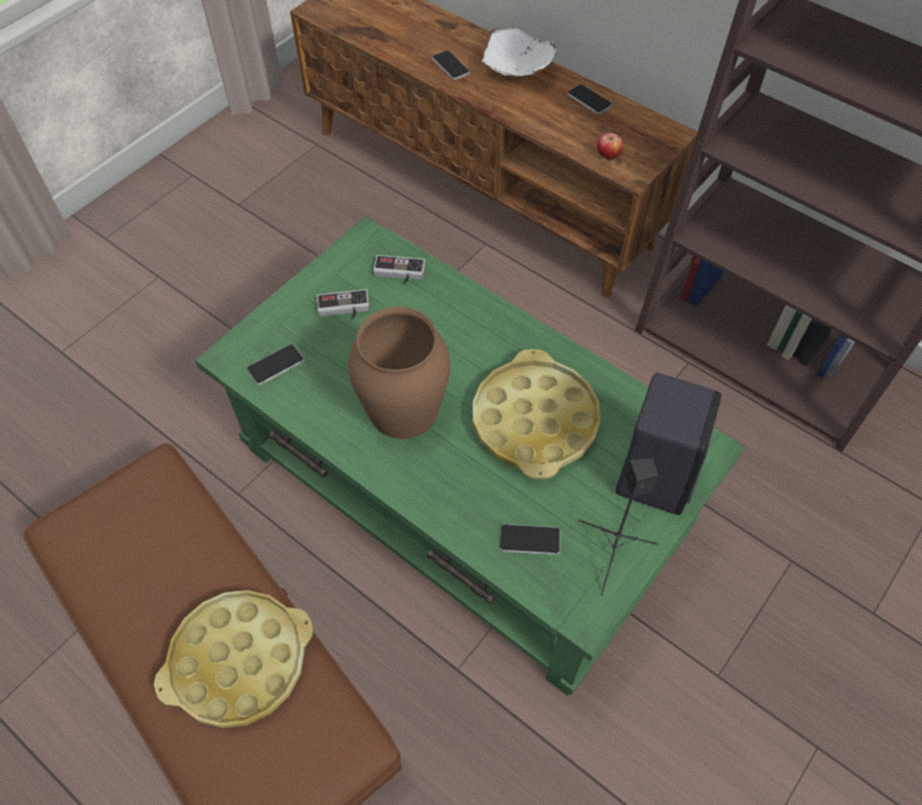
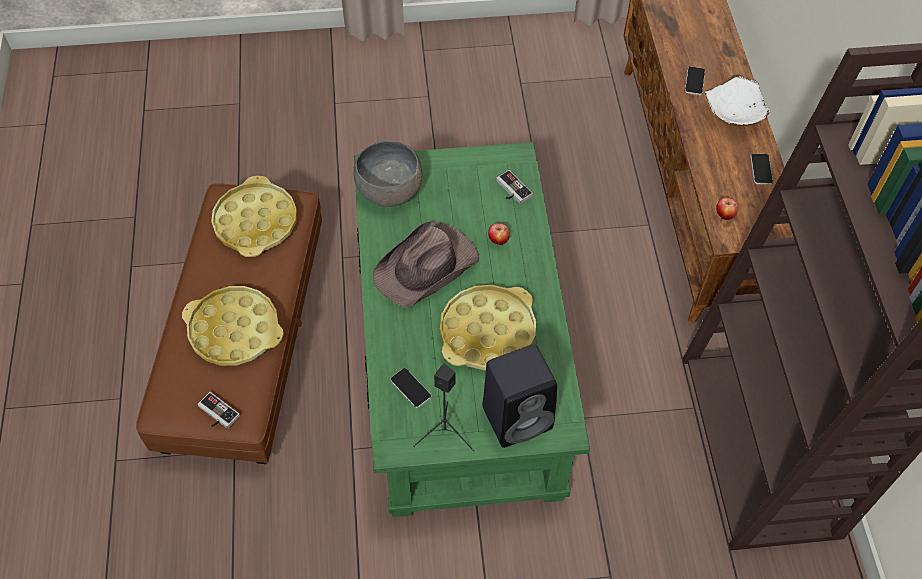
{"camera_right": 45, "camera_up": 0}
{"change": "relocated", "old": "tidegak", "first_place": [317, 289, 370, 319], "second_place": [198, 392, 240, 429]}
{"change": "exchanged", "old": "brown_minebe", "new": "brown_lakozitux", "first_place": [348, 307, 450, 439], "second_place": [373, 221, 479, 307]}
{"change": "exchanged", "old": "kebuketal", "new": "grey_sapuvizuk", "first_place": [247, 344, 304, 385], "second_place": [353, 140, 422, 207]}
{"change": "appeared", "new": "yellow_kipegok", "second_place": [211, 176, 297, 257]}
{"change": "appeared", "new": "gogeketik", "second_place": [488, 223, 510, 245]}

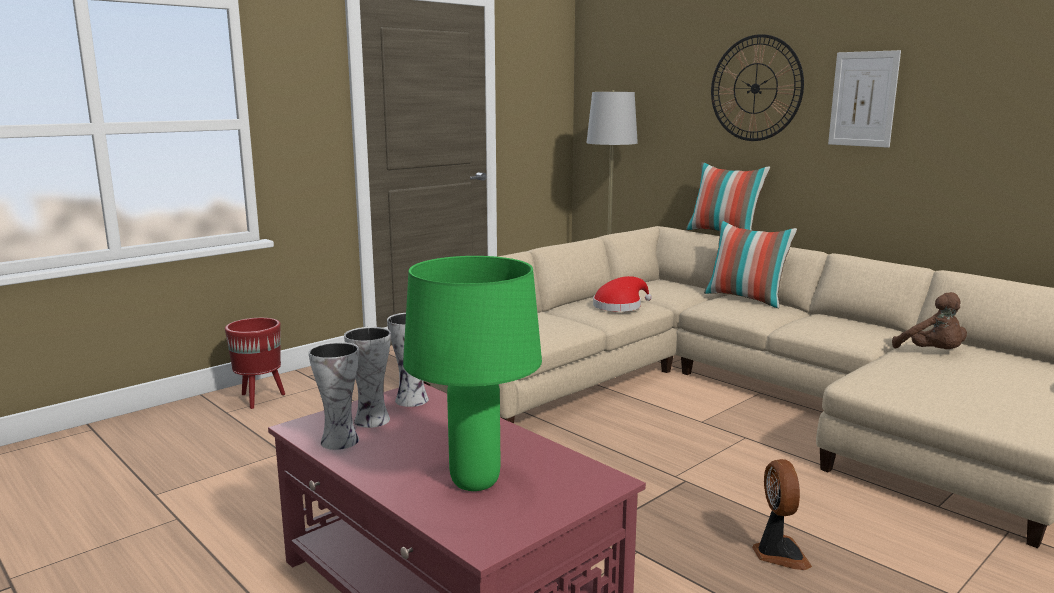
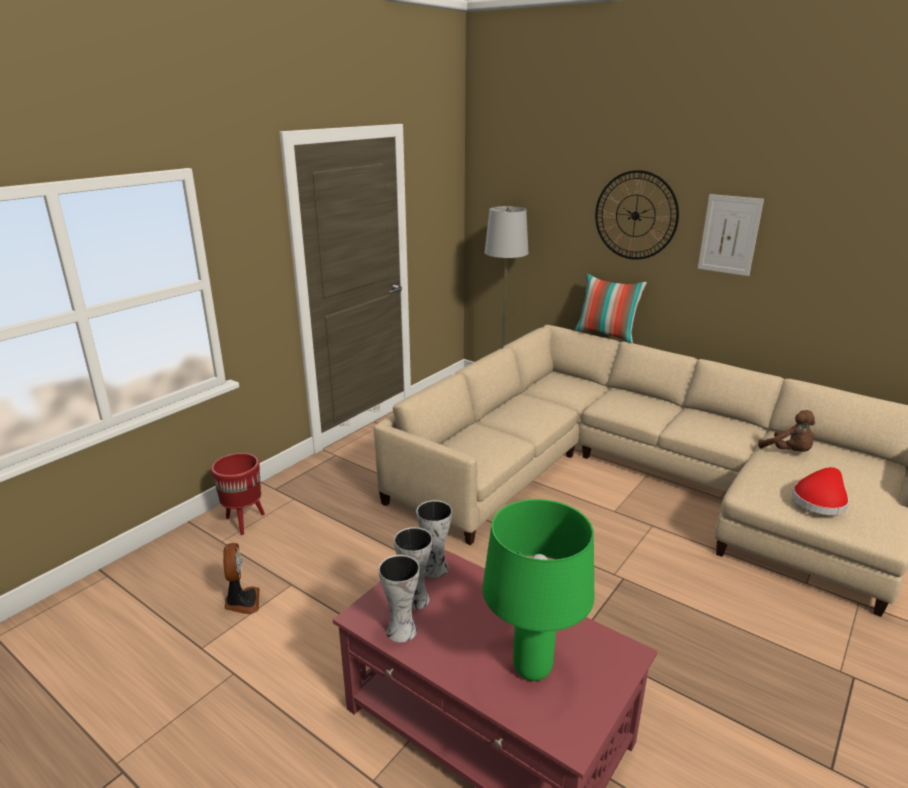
{"camera_right": -10, "camera_up": 10}
{"change": "missing", "old": "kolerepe", "first_place": [704, 220, 797, 308]}
{"change": "relocated", "old": "red_lakozitux", "first_place": [593, 276, 652, 312], "second_place": [792, 467, 849, 515]}
{"change": "relocated", "old": "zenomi", "first_place": [752, 459, 812, 570], "second_place": [223, 543, 259, 614]}

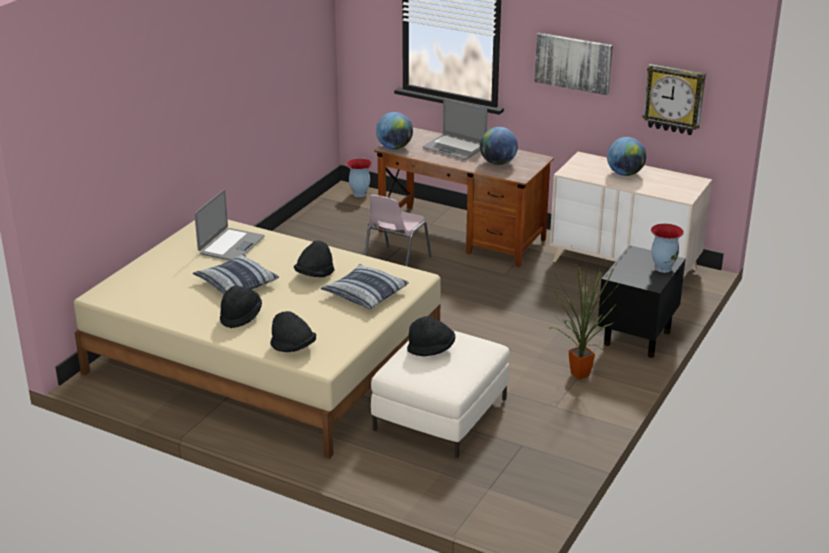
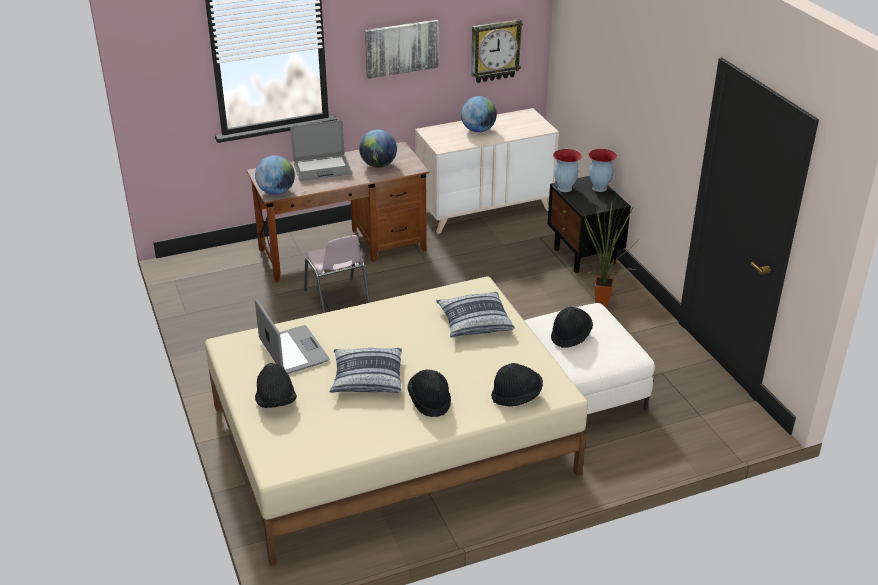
{"camera_right": -50, "camera_up": 5}
{"change": "relocated", "old": "minebe", "first_place": [346, 158, 372, 197], "second_place": [553, 149, 582, 192]}
{"change": "relocated", "old": "black_lakozitux", "first_place": [294, 240, 334, 277], "second_place": [255, 363, 297, 408]}

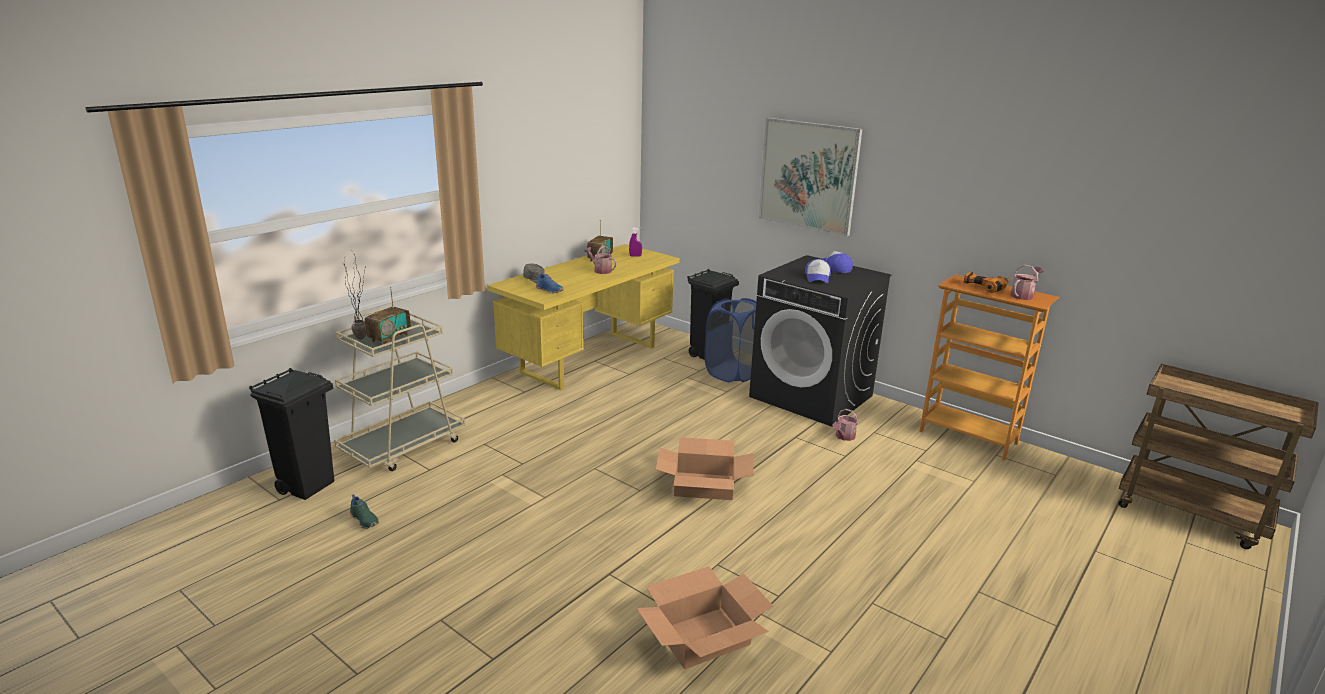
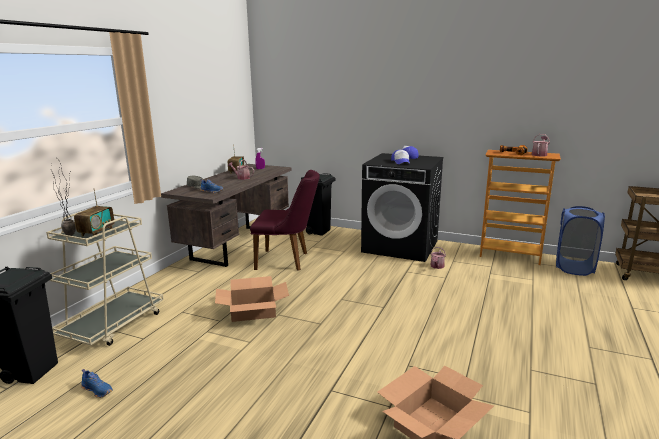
{"camera_right": -15, "camera_up": -5}
{"change": "missing", "old": "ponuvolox", "first_place": [759, 118, 863, 236]}
{"change": "colour", "old": "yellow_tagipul", "new": "brown_tagipul", "first_place": [487, 244, 680, 390], "second_place": [161, 164, 291, 267]}
{"change": "relocated", "old": "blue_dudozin", "first_place": [704, 298, 756, 382], "second_place": [556, 206, 605, 276]}
{"change": "relocated", "old": "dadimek", "first_place": [656, 437, 754, 500], "second_place": [215, 276, 289, 322]}
{"change": "colour", "old": "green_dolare", "new": "blue_dolare", "first_place": [350, 494, 379, 529], "second_place": [81, 369, 113, 398]}
{"change": "appeared", "new": "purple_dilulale", "second_place": [250, 170, 320, 271]}

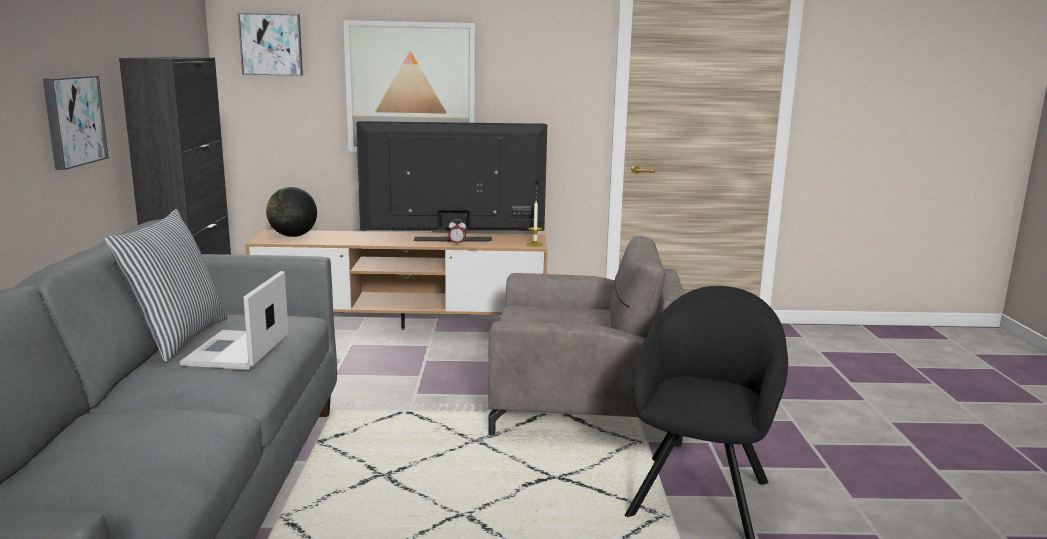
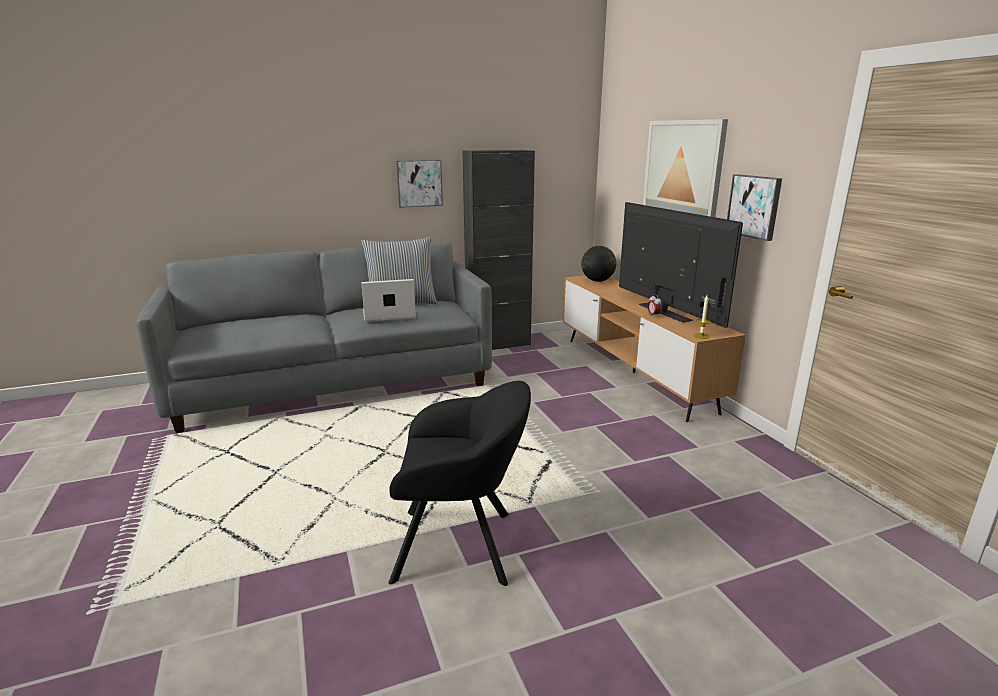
{"camera_right": 70, "camera_up": 5}
{"change": "relocated", "old": "ponuvolox", "first_place": [238, 13, 303, 76], "second_place": [727, 174, 782, 241]}
{"change": "missing", "old": "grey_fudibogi", "first_place": [488, 236, 685, 447]}

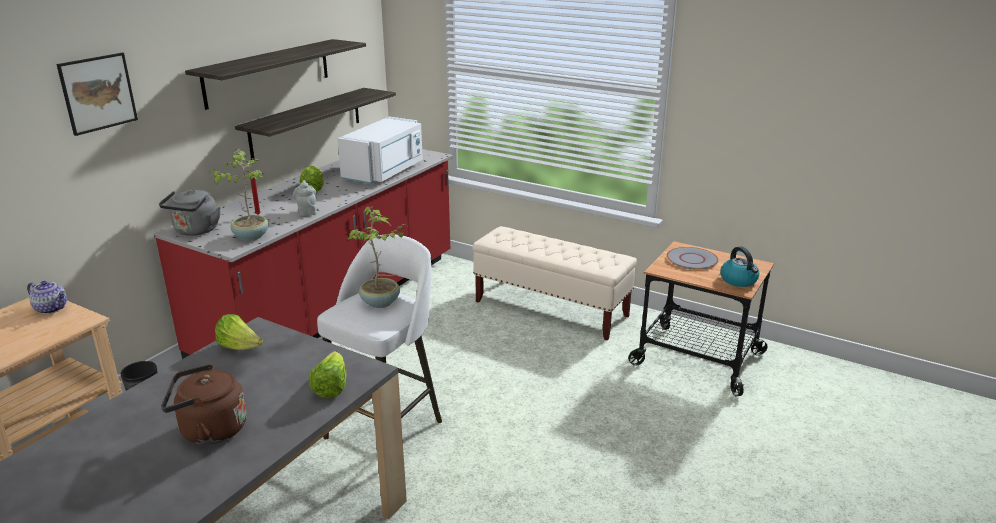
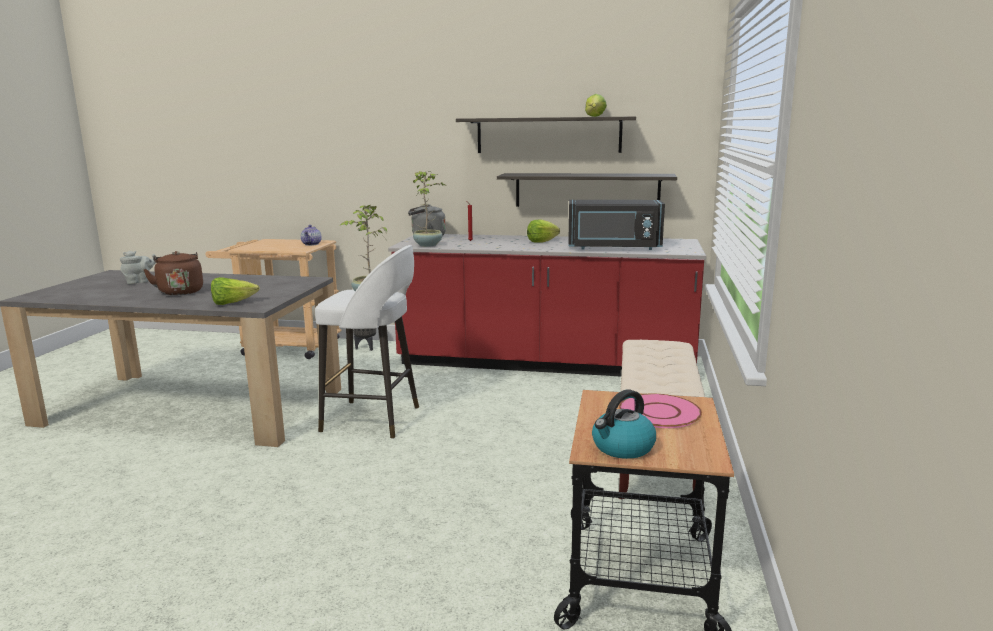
{"camera_right": 70, "camera_up": -10}
{"change": "missing", "old": "ponuvolox", "first_place": [56, 53, 138, 136]}
{"change": "colour", "old": "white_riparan", "new": "black_riparan", "first_place": [337, 117, 423, 184], "second_place": [568, 200, 665, 250]}
{"change": "relocated", "old": "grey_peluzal", "first_place": [293, 180, 317, 216], "second_place": [120, 251, 156, 284]}
{"change": "colour", "old": "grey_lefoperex", "new": "pink_lefoperex", "first_place": [667, 247, 719, 270], "second_place": [619, 394, 702, 428]}
{"change": "relocated", "old": "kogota", "first_place": [215, 314, 263, 350], "second_place": [585, 94, 607, 117]}

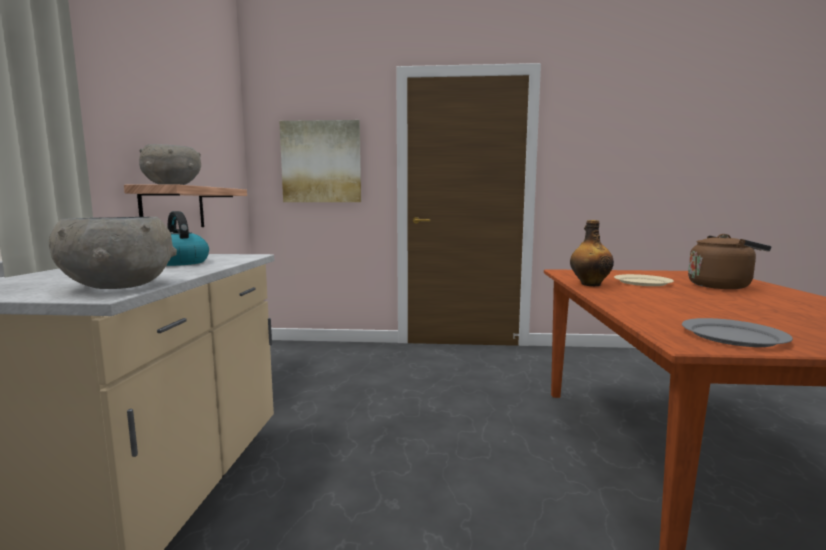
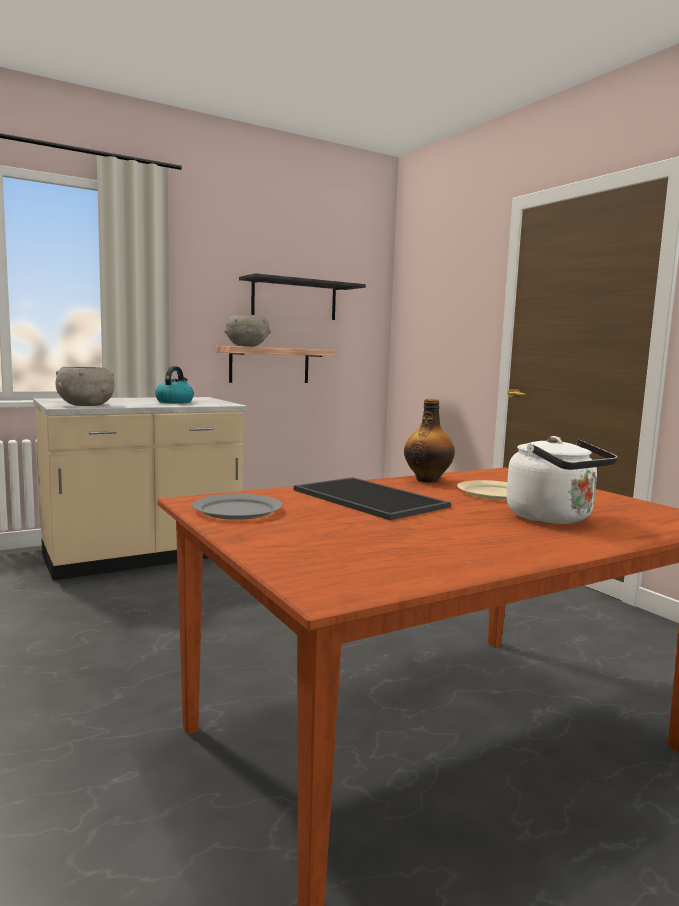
{"camera_right": 55, "camera_up": 0}
{"change": "missing", "old": "ponuvolox", "first_place": [279, 120, 361, 202]}
{"change": "colour", "old": "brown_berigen", "new": "white_berigen", "first_place": [688, 234, 772, 289], "second_place": [506, 436, 617, 524]}
{"change": "appeared", "new": "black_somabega", "second_place": [239, 273, 366, 320]}
{"change": "appeared", "new": "kipegok", "second_place": [294, 477, 451, 520]}

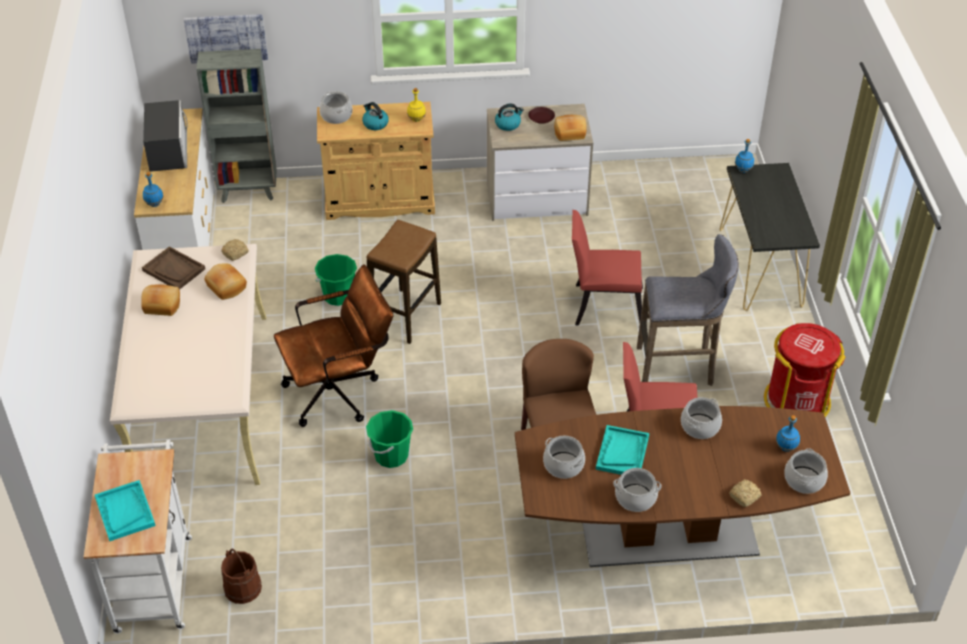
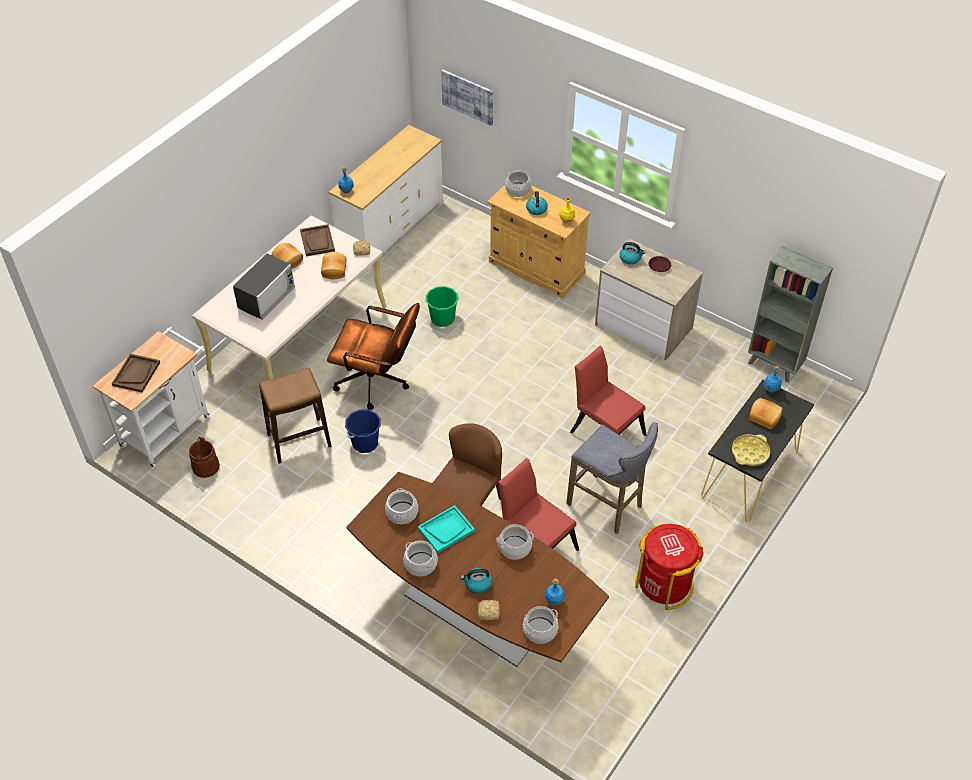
{"camera_right": 40, "camera_up": 5}
{"change": "relocated", "old": "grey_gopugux", "first_place": [196, 49, 277, 203], "second_place": [748, 246, 833, 383]}
{"change": "relocated", "old": "riparan", "first_place": [143, 100, 187, 172], "second_place": [233, 254, 295, 320]}
{"change": "relocated", "old": "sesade", "first_place": [554, 115, 587, 141], "second_place": [749, 398, 783, 429]}
{"change": "relocated", "old": "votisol", "first_place": [367, 220, 441, 344], "second_place": [259, 368, 332, 464]}
{"change": "colour", "old": "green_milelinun", "new": "blue_milelinun", "first_place": [366, 410, 413, 468], "second_place": [345, 409, 381, 453]}
{"change": "colour", "old": "turquoise_kipegok", "new": "brown_kipegok", "first_place": [95, 480, 156, 541], "second_place": [112, 354, 160, 393]}
{"change": "appeared", "new": "yellow_kipegok", "second_place": [732, 434, 770, 466]}
{"change": "appeared", "new": "berigen", "second_place": [461, 568, 492, 594]}

